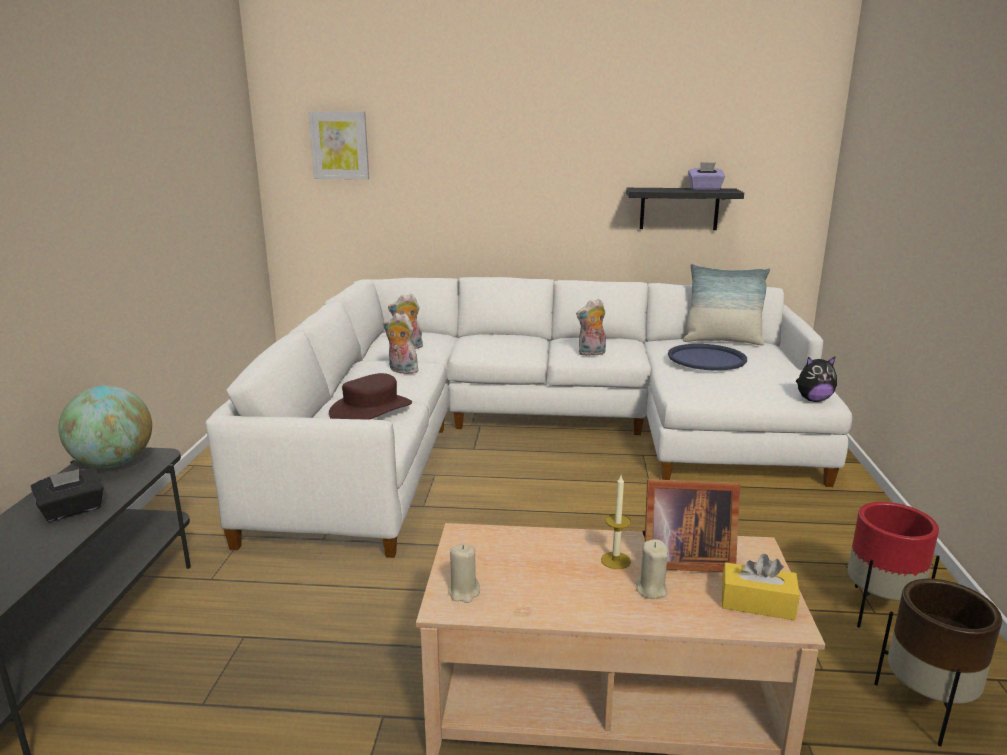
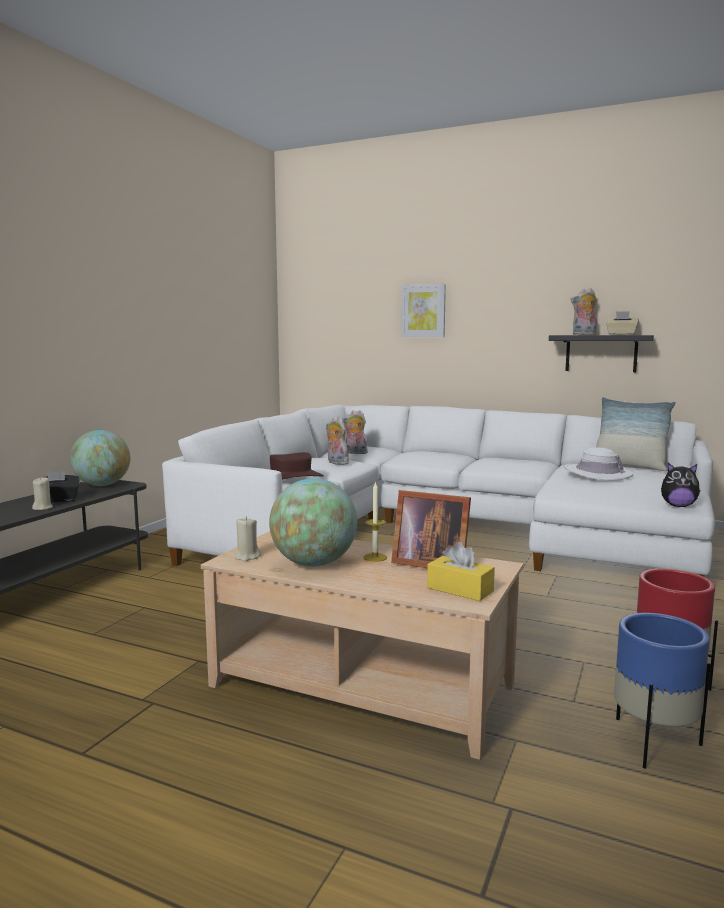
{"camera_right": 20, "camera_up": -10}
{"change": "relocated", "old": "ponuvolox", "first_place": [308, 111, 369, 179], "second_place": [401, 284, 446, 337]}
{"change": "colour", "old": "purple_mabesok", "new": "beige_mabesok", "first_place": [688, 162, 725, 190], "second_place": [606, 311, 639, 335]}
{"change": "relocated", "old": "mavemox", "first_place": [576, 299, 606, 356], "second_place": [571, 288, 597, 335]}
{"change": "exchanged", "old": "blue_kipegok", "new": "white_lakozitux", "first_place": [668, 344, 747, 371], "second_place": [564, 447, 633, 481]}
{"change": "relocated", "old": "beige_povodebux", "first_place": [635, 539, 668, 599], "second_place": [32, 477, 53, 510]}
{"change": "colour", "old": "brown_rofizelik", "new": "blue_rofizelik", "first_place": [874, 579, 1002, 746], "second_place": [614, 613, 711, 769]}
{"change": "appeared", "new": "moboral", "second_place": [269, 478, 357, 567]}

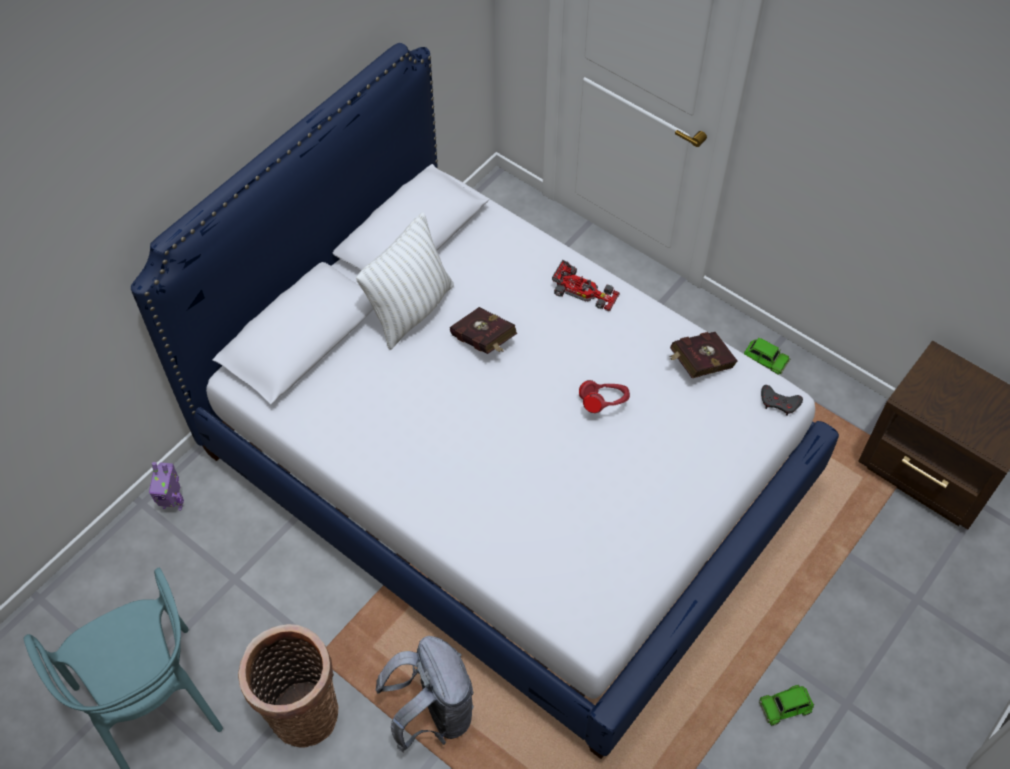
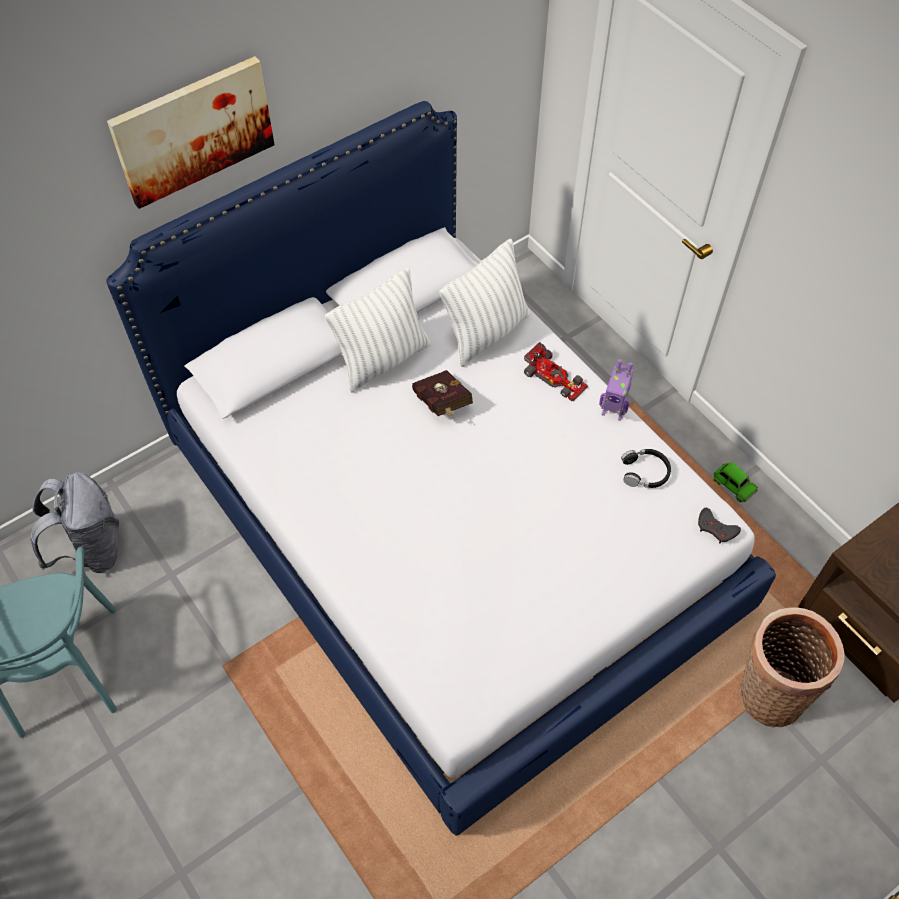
{"camera_right": 15, "camera_up": 0}
{"change": "exchanged", "old": "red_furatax", "new": "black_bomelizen", "first_place": [669, 332, 738, 378], "second_place": [621, 449, 671, 488]}
{"change": "missing", "old": "red_bomelizen", "first_place": [579, 380, 630, 413]}
{"change": "relocated", "old": "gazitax", "first_place": [149, 462, 184, 510], "second_place": [599, 359, 634, 421]}
{"change": "relocated", "old": "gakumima", "first_place": [238, 624, 338, 747], "second_place": [740, 608, 844, 727]}
{"change": "relocated", "old": "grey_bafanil", "first_place": [376, 636, 474, 753], "second_place": [31, 472, 119, 573]}
{"change": "missing", "old": "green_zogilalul", "first_place": [759, 685, 814, 726]}
{"change": "appeared", "new": "ponuvolox", "second_place": [107, 56, 275, 209]}
{"change": "appeared", "new": "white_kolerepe", "second_place": [439, 239, 530, 367]}

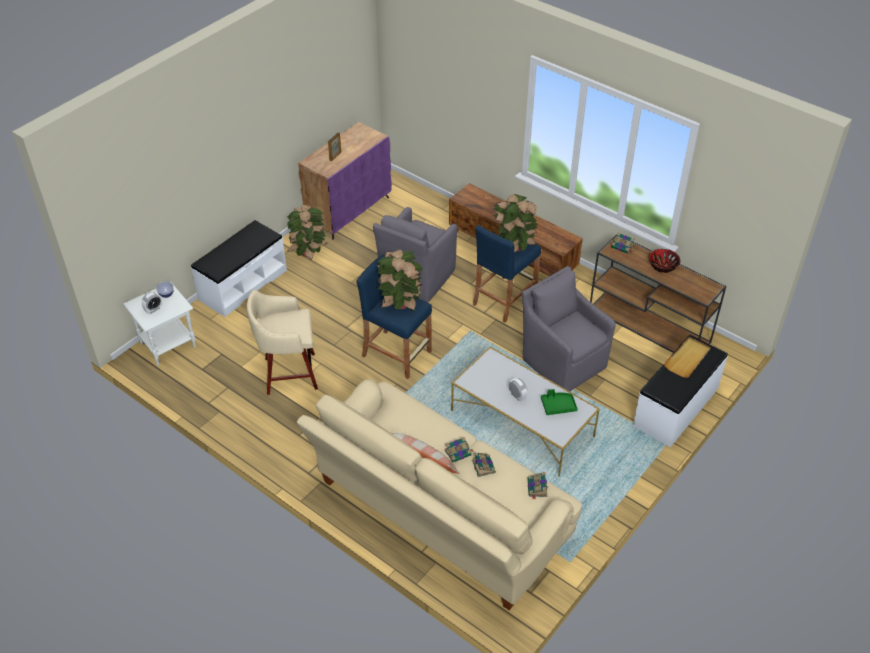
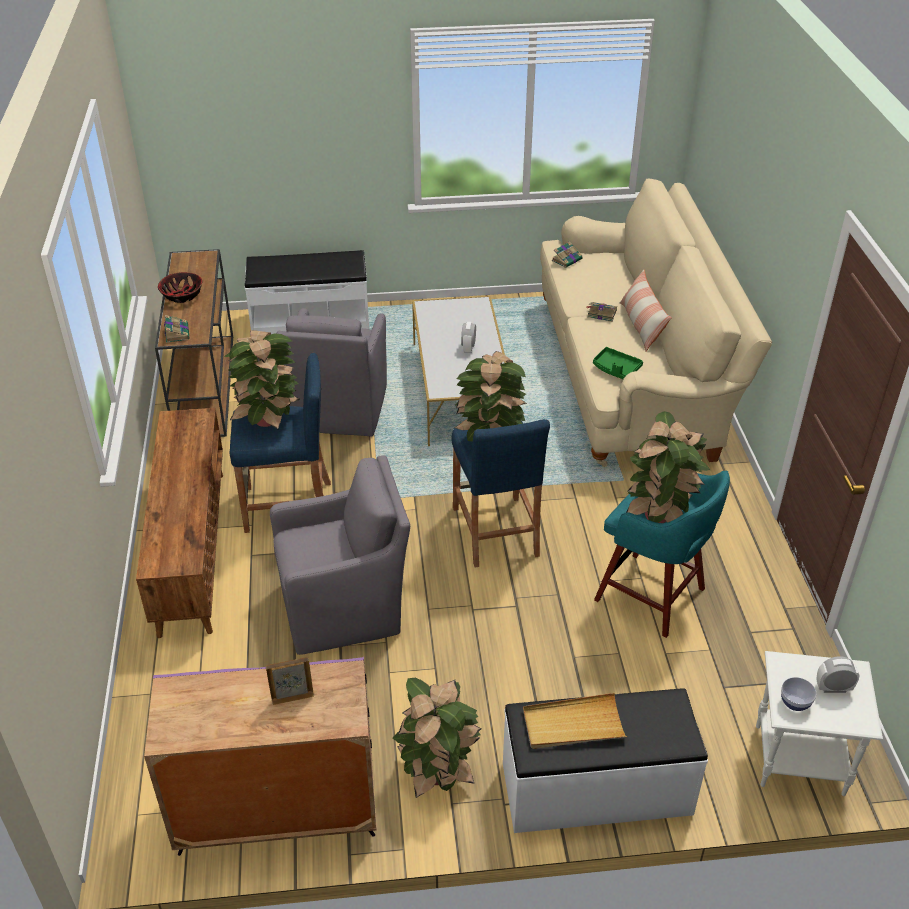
{"camera_right": -135, "camera_up": -5}
{"change": "colour", "old": "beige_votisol", "new": "turquoise_votisol", "first_place": [247, 290, 318, 395], "second_place": [594, 470, 730, 638]}
{"change": "relocated", "old": "beige_kipegok", "first_place": [664, 337, 711, 378], "second_place": [523, 693, 627, 749]}
{"change": "relocated", "old": "green_kipegok", "first_place": [541, 389, 578, 415], "second_place": [593, 347, 643, 379]}
{"change": "missing", "old": "furatax", "first_place": [472, 453, 496, 477]}
{"change": "appeared", "new": "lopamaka", "second_place": [626, 411, 710, 523]}

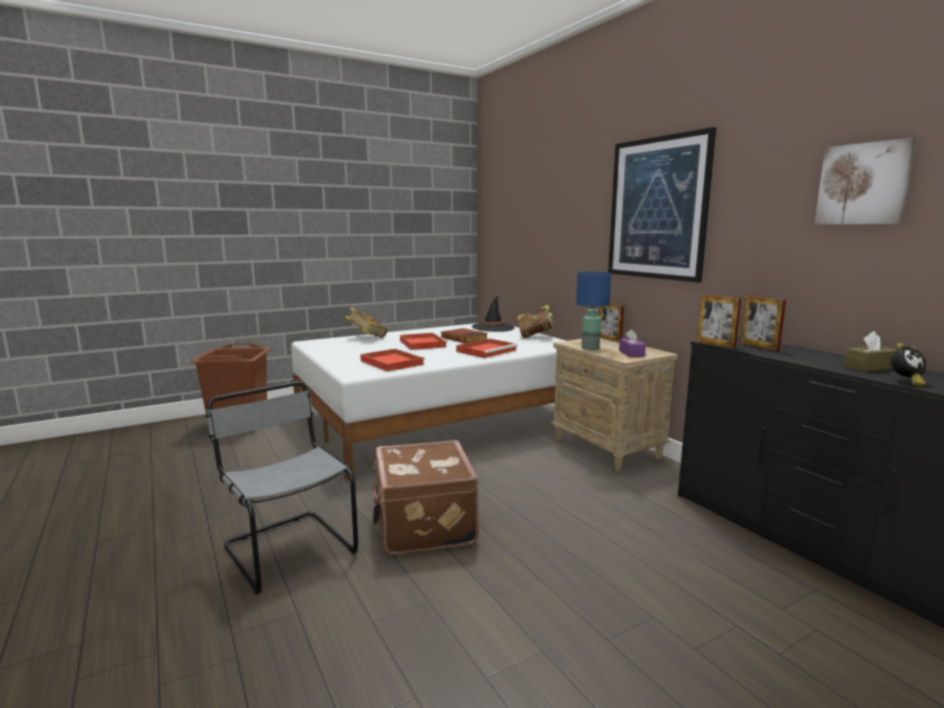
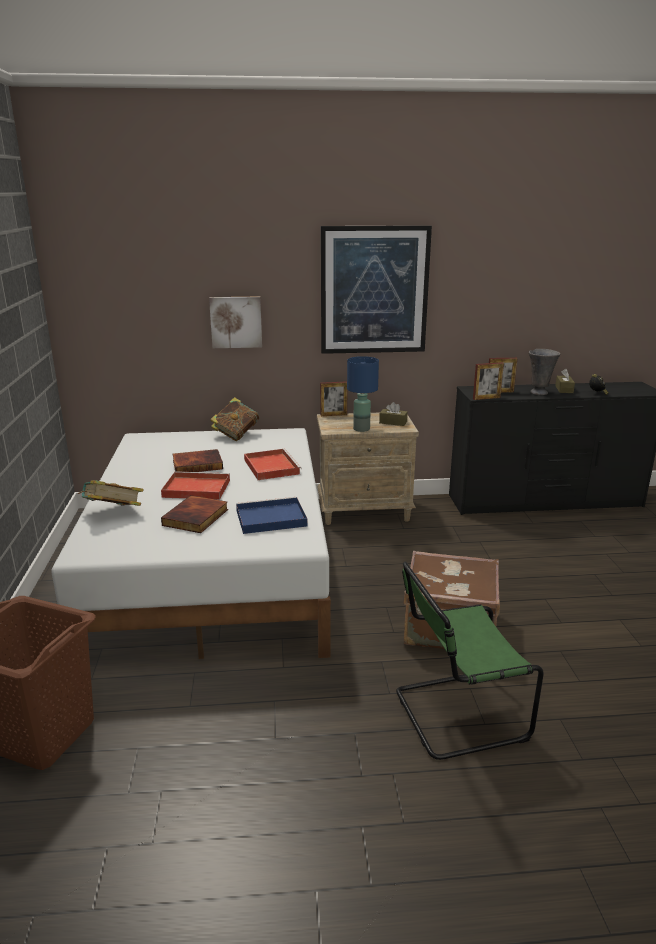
{"camera_right": -65, "camera_up": 10}
{"change": "relocated", "old": "ponuvolox", "first_place": [814, 137, 916, 224], "second_place": [209, 296, 262, 348]}
{"change": "missing", "old": "black_lakozitux", "first_place": [472, 295, 514, 332]}
{"change": "colour", "old": "purple_mabesok", "new": "brown_mabesok", "first_place": [619, 329, 646, 357], "second_place": [379, 402, 408, 426]}
{"change": "colour", "old": "red_kipegok", "new": "blue_kipegok", "first_place": [360, 348, 425, 372], "second_place": [236, 497, 307, 534]}
{"change": "colour", "old": "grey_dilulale", "new": "green_dilulale", "first_place": [205, 381, 358, 594], "second_place": [396, 562, 544, 760]}
{"change": "appeared", "new": "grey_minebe", "second_place": [529, 349, 560, 395]}
{"change": "appeared", "new": "furatax", "second_place": [161, 495, 228, 533]}

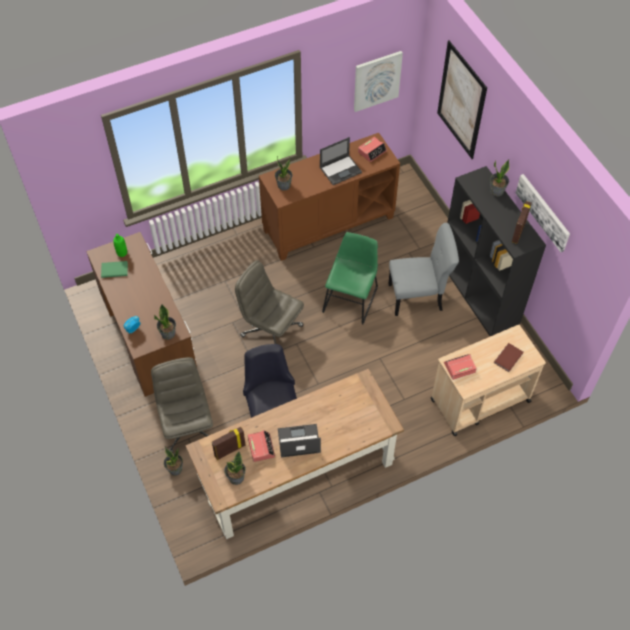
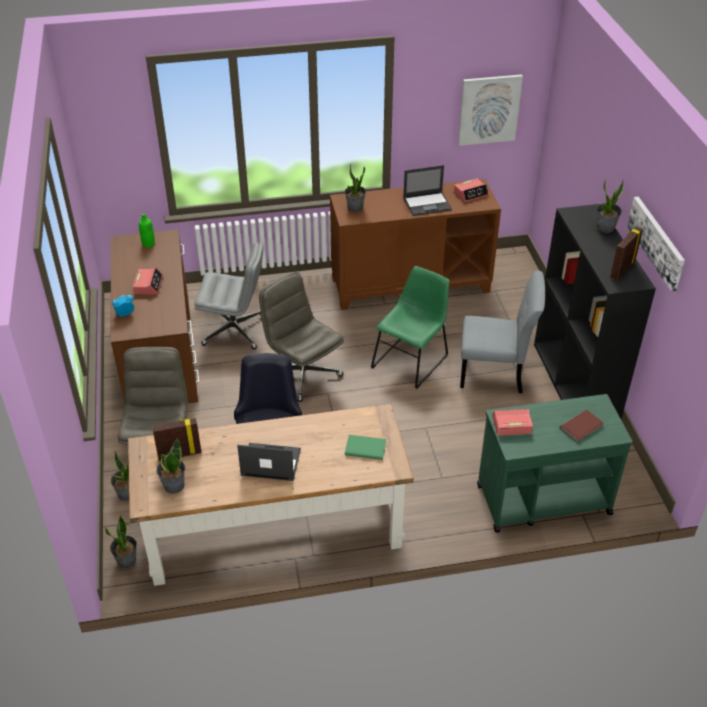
{"camera_right": 15, "camera_up": -15}
{"change": "missing", "old": "ponuvolox", "first_place": [437, 40, 487, 159]}
{"change": "relocated", "old": "green_furatax", "first_place": [101, 261, 128, 278], "second_place": [345, 435, 386, 460]}
{"change": "relocated", "old": "lopamaka", "first_place": [154, 304, 176, 340], "second_place": [105, 515, 137, 568]}
{"change": "colour", "old": "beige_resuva", "new": "green_resuva", "first_place": [431, 325, 546, 436], "second_place": [477, 394, 633, 533]}
{"change": "relocated", "old": "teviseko", "first_place": [248, 430, 275, 462], "second_place": [133, 267, 163, 295]}
{"change": "appeared", "new": "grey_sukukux", "second_place": [194, 242, 263, 350]}

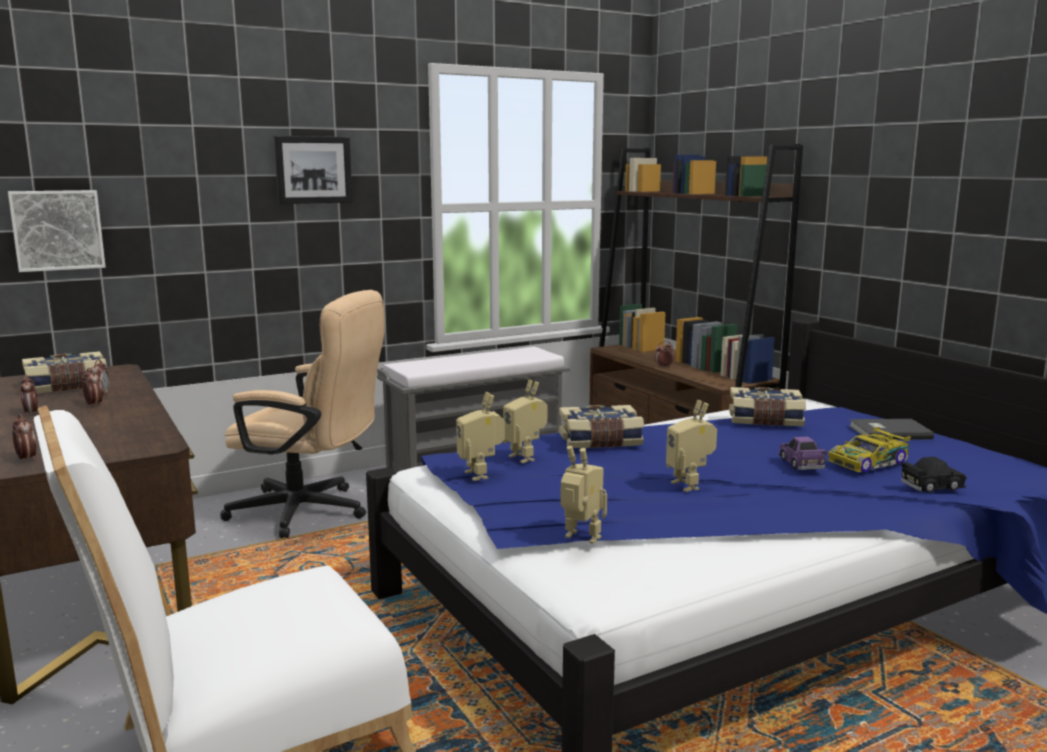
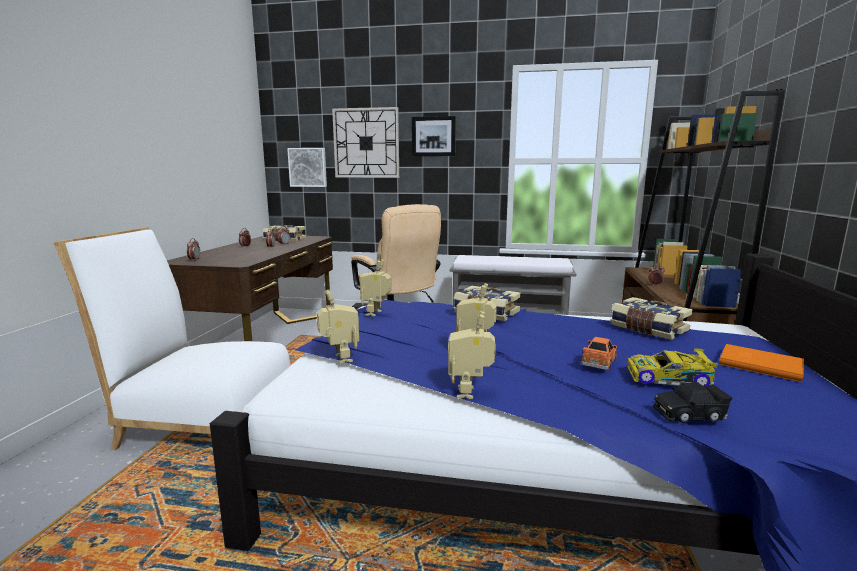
{"camera_right": 40, "camera_up": 0}
{"change": "relocated", "old": "gazitax", "first_place": [503, 379, 547, 463], "second_place": [448, 311, 496, 399]}
{"change": "colour", "old": "grey_furatax", "new": "orange_furatax", "first_place": [849, 419, 934, 440], "second_place": [719, 344, 804, 382]}
{"change": "colour", "old": "purple_zogilalul", "new": "orange_zogilalul", "first_place": [778, 437, 827, 470], "second_place": [582, 337, 617, 370]}
{"change": "spun", "old": "black_zogilalul", "first_place": [901, 457, 967, 493], "second_place": [653, 382, 733, 423], "degrees": 150}
{"change": "appeared", "new": "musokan", "second_place": [332, 107, 399, 178]}

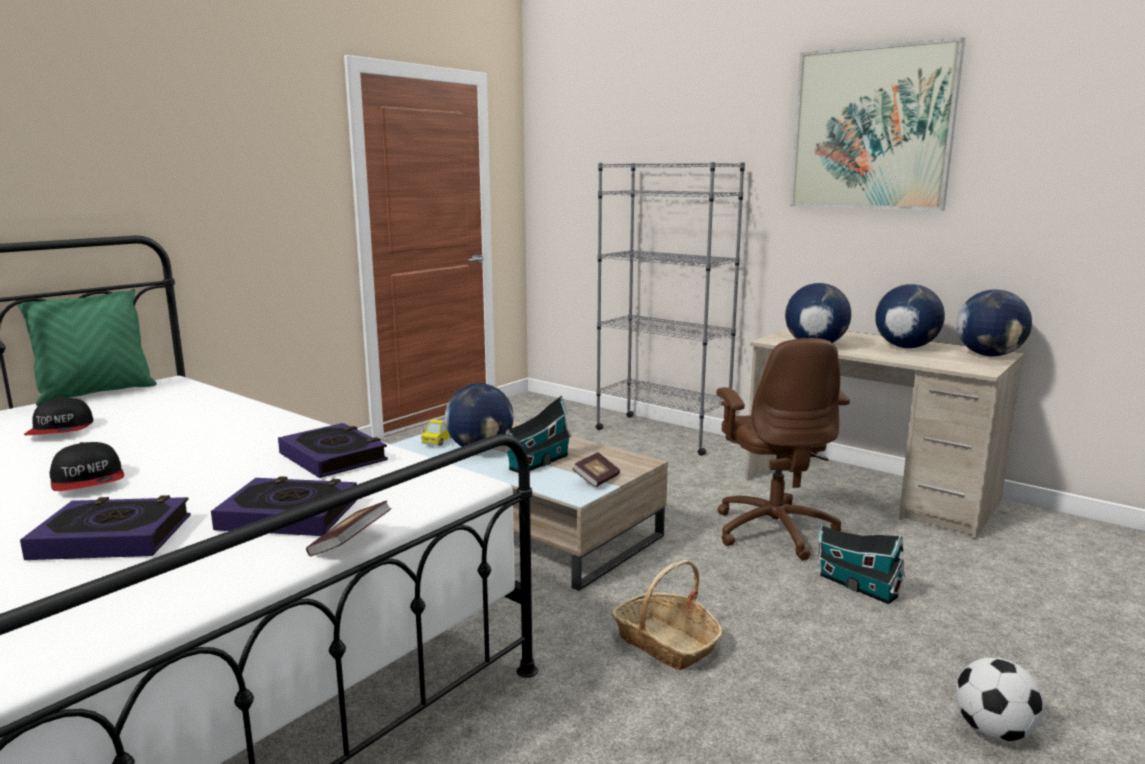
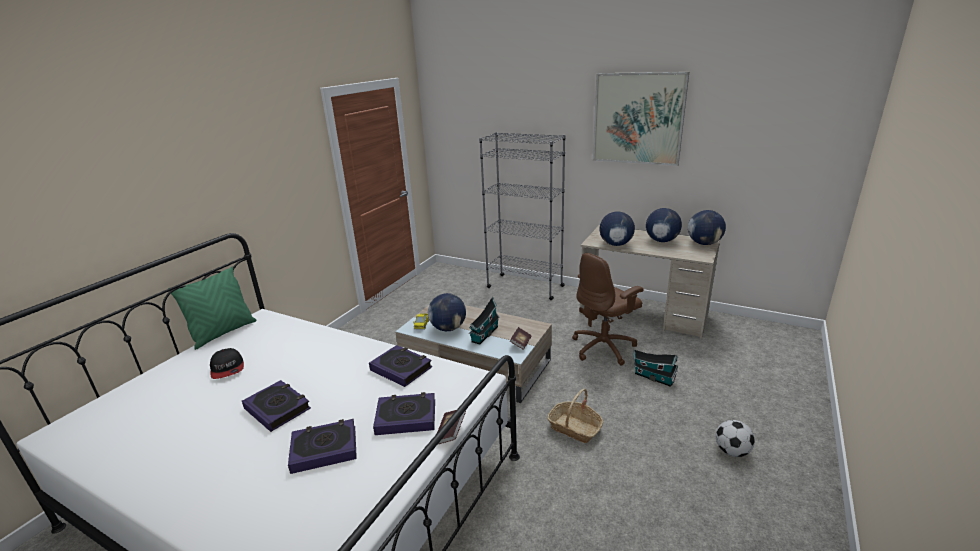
{"camera_right": -10, "camera_up": 10}
{"change": "spun", "old": "brown_sukukux", "first_place": [717, 338, 850, 560], "second_place": [572, 253, 644, 366], "degrees": 75}
{"change": "exchanged", "old": "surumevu", "new": "furatax", "first_place": [50, 442, 124, 491], "second_place": [242, 380, 311, 432]}

